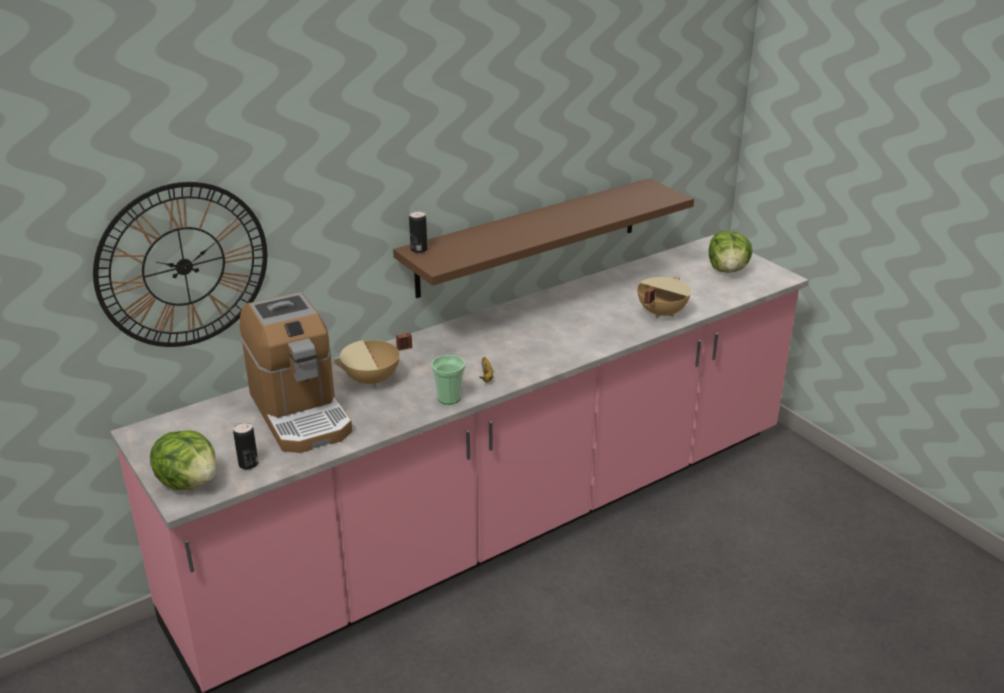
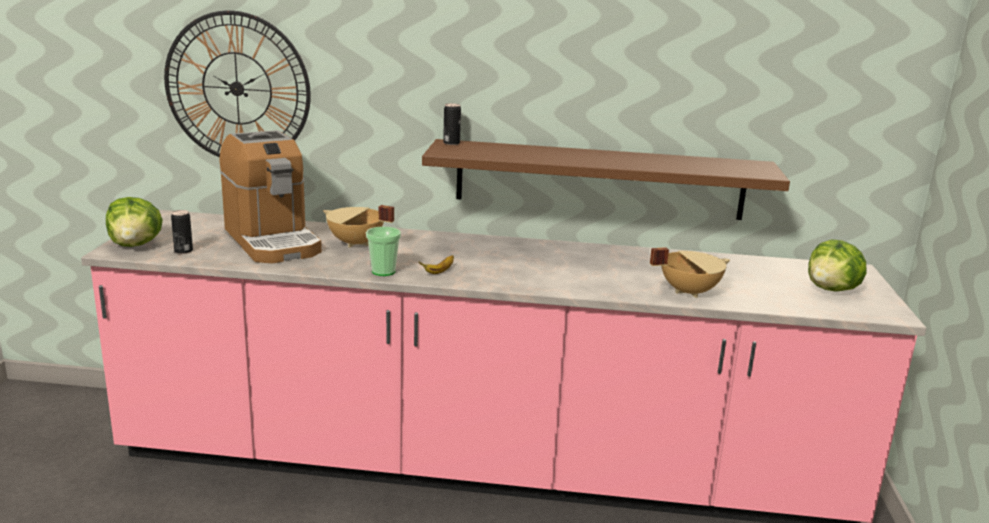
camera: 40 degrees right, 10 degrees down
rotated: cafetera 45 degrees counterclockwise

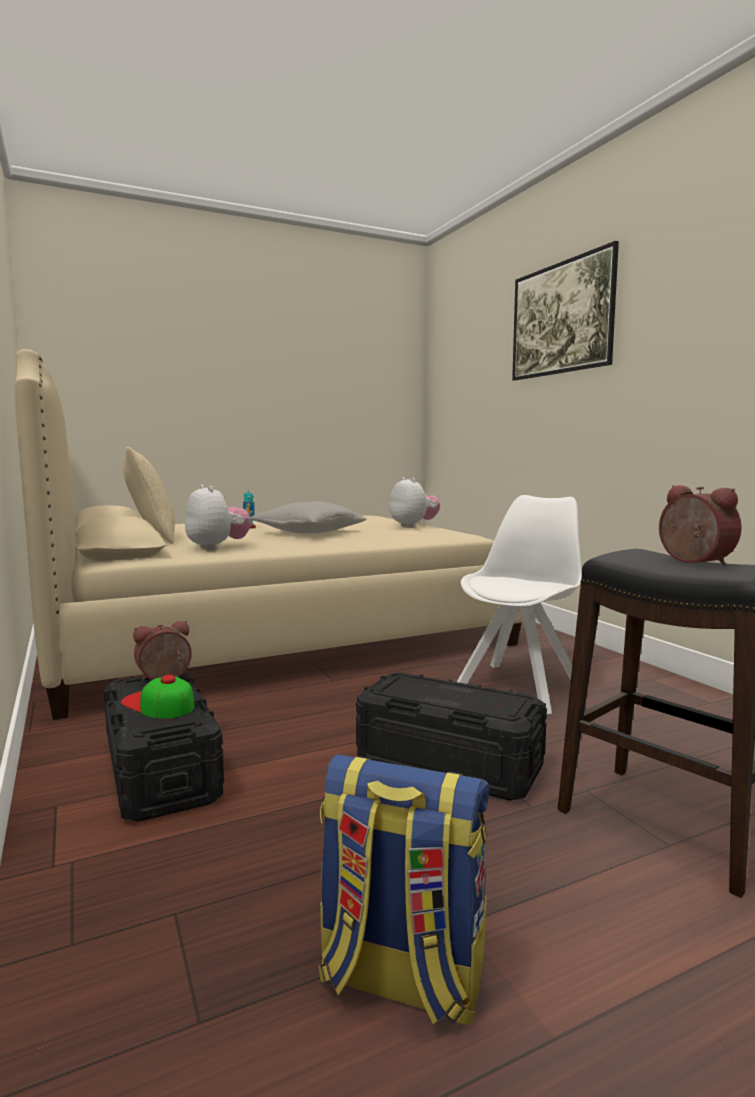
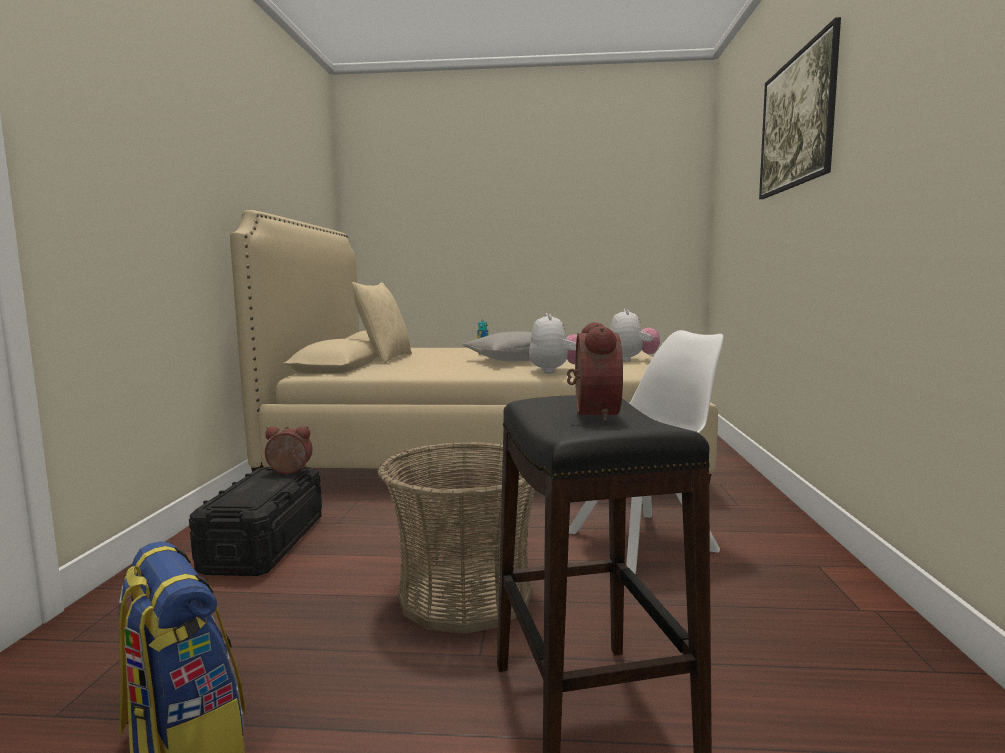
camera: 30 degrees right, 0 degrees up
gone: gorra
shifted: peluche (no. 1 from left)
swapped: caja de almacenaje (negro) (no. 2 from left) to cesta

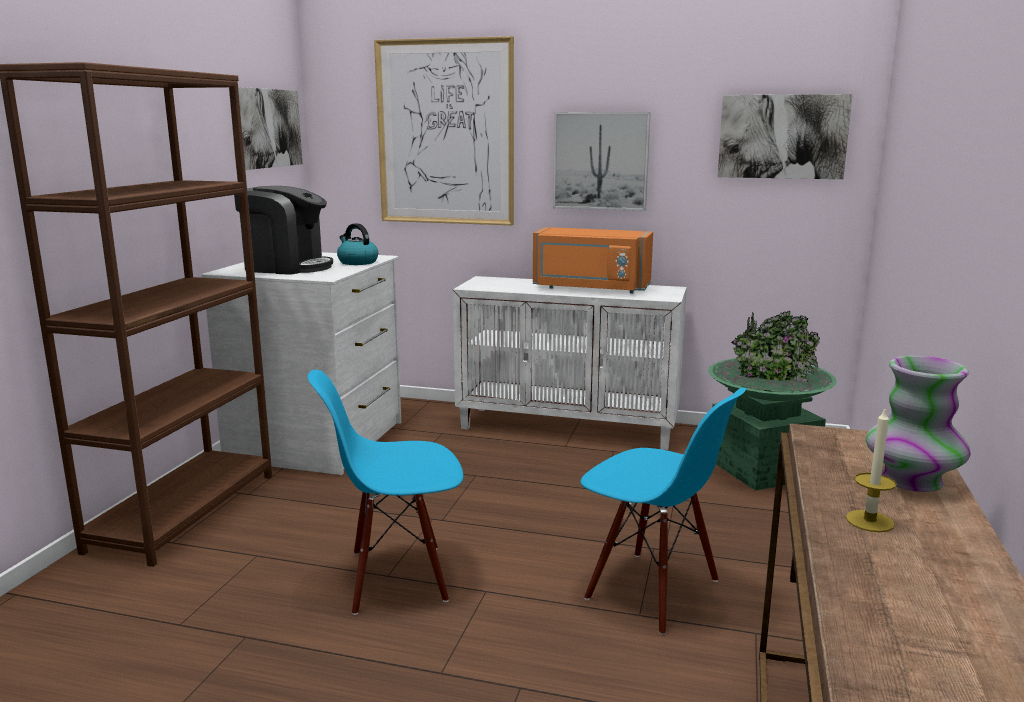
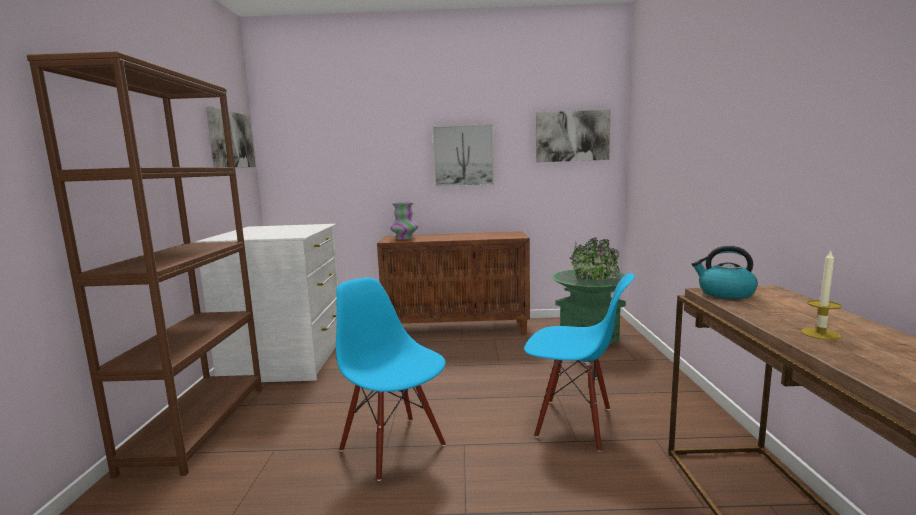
camera: 15 degrees left, 5 degrees down
gone: cuadro (no. 2 from left); cafetera; microondas (naranja)
shifted: hervidor; florero
repainted: armario (blanco) to armario (marrón)
rotated: silla (azul) (no. 1 from left) 75 degrees clockwise

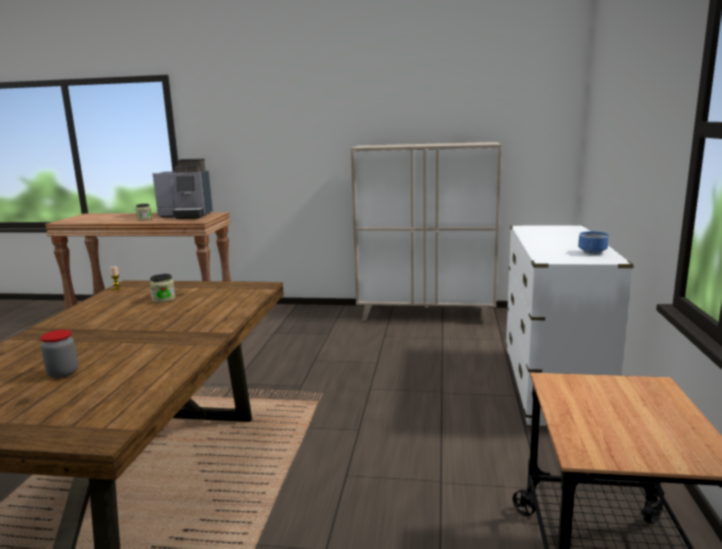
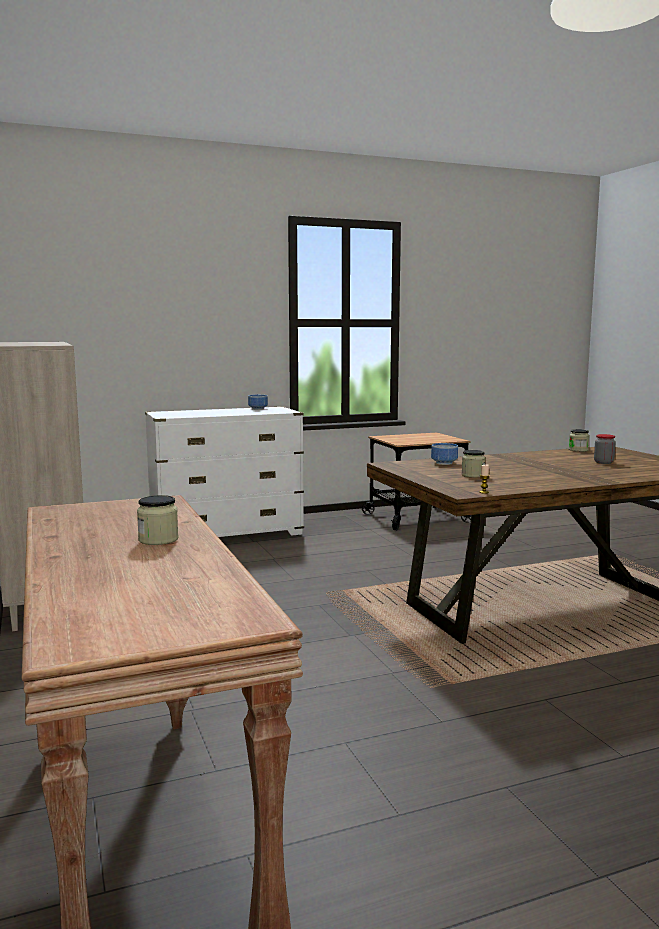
camera: 120 degrees left, 5 degrees down
gone: cafetera
new: tarro (no. 3 from left); cuenco (no. 2 from left)

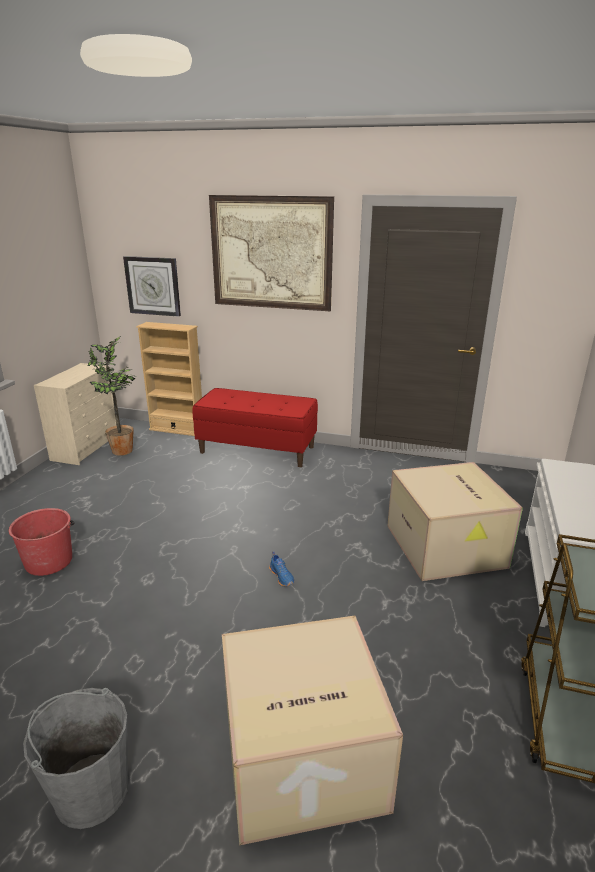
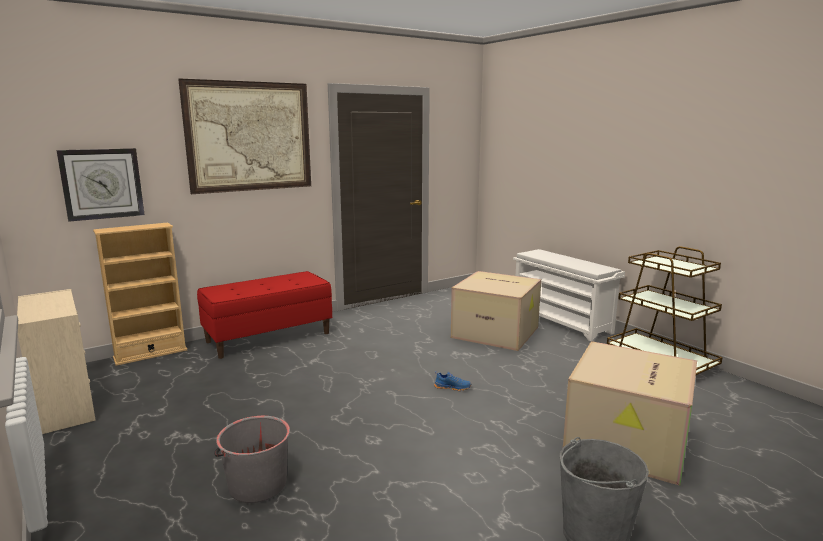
camera: 50 degrees left, 10 degrees down
gone: planta en maceta
repainted: cubo (rojo) to cubo (gris) (no. 1 from left)

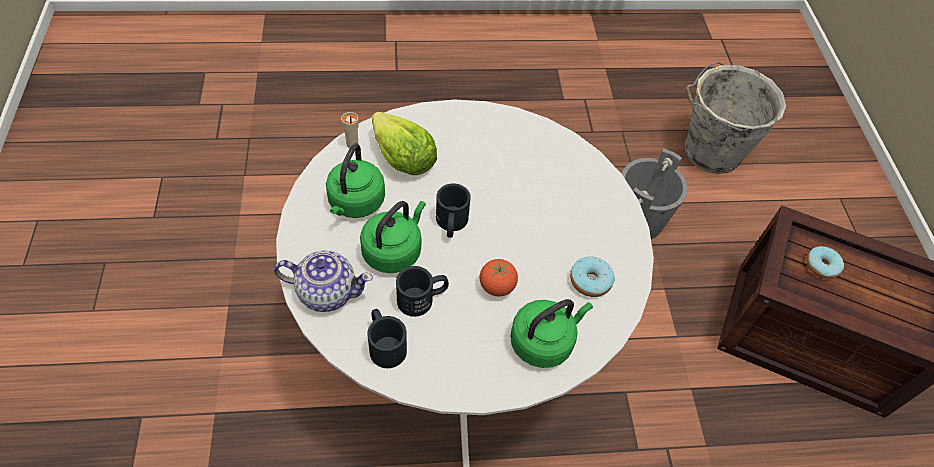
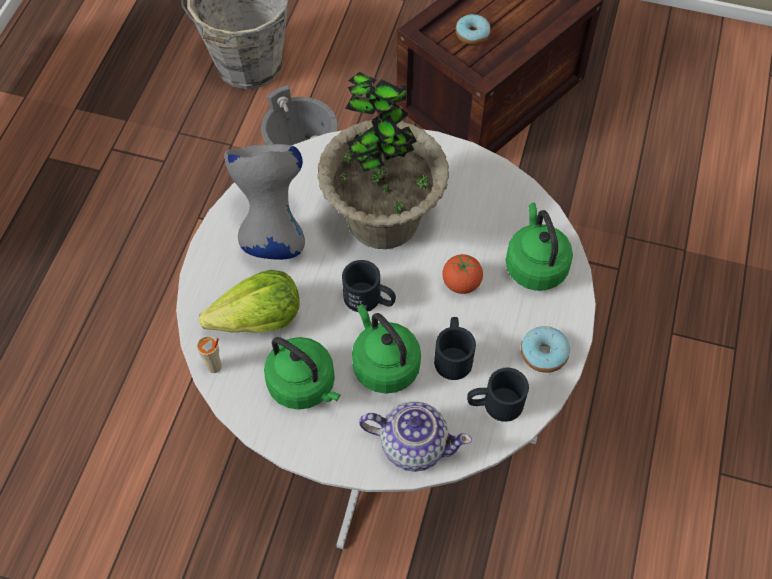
camera: 65 degrees left, 5 degrees up
new: planta en maceta; florero (gris)
shifted: rosquilla (no. 1 from left in the first image) to rosquilla (no. 2 from left)
rotated: tetera 75 degrees clockwise

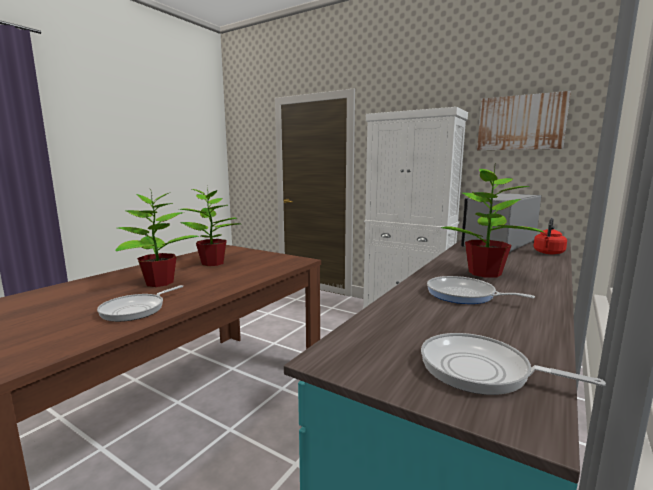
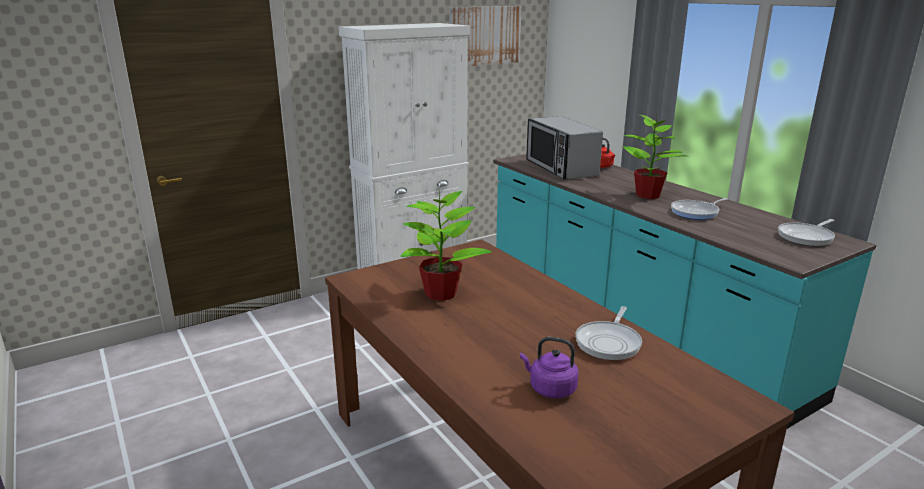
camera: 65 degrees left, 10 degrees up
gone: planta en maceta (no. 1 from left)
new: hervidor (morado)
rotated: sartén (no. 1 from left) 60 degrees clockwise

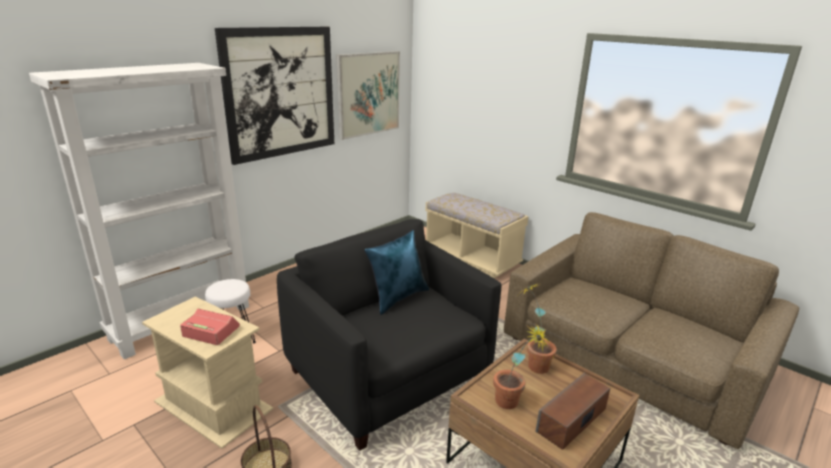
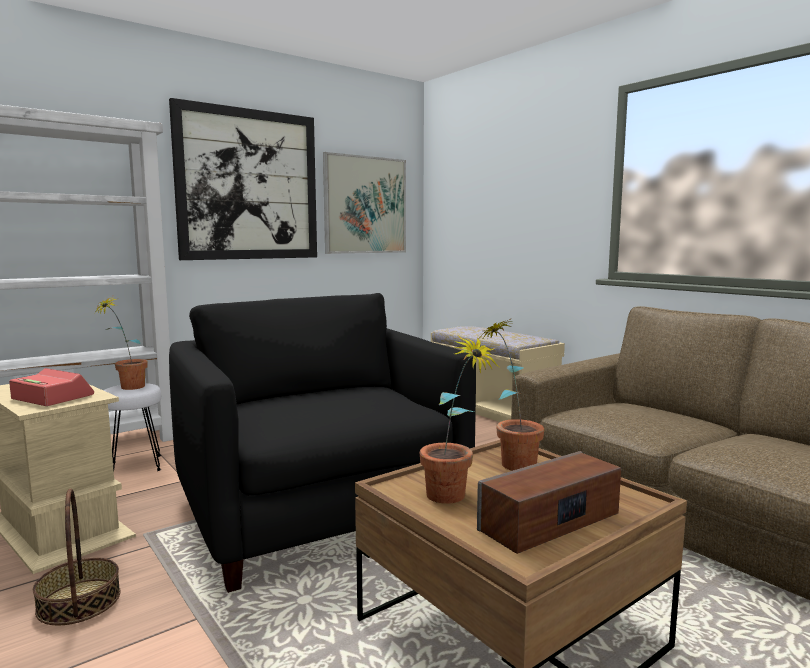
camera: 10 degrees right, 15 degrees down
gone: cojín (azul)
new: planta en maceta (no. 1 from left)

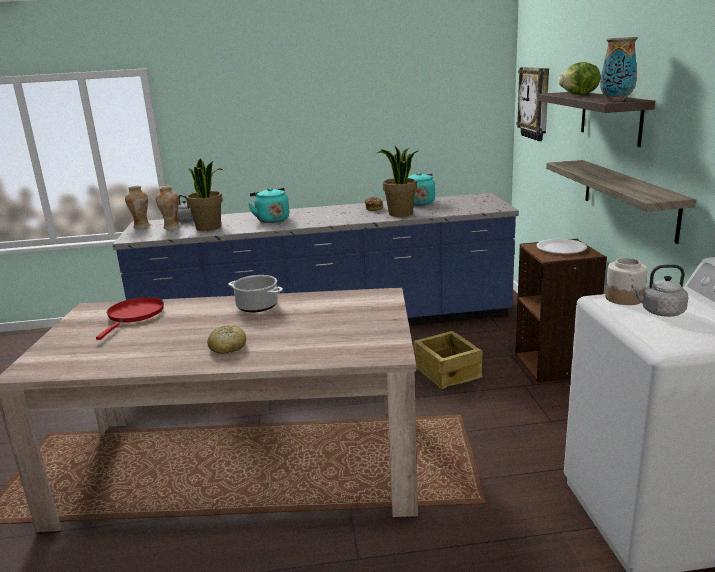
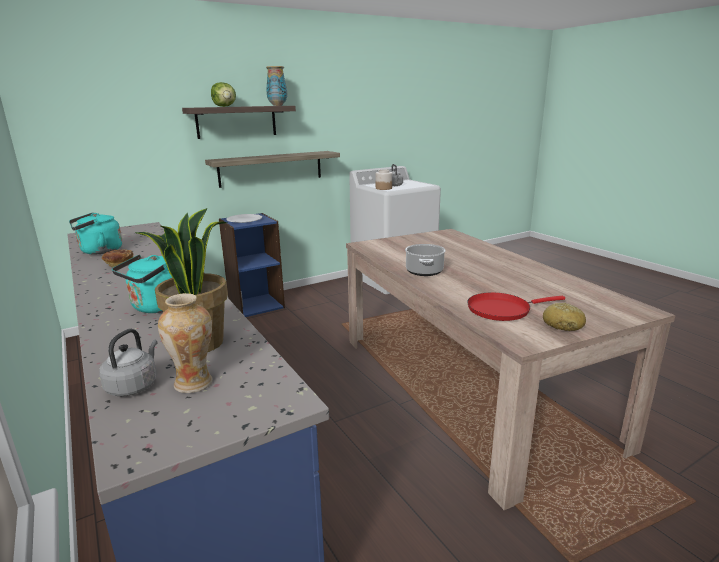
camera: 115 degrees left, 0 degrees up
gone: reloj de pared; planta en maceta (no. 2 from left); florero (no. 1 from left); caja de embalaje
shifted: pan (no. 1 from left in the first image) to pan (no. 2 from left)
repainted: estantería (marrón) to estantería (azul)

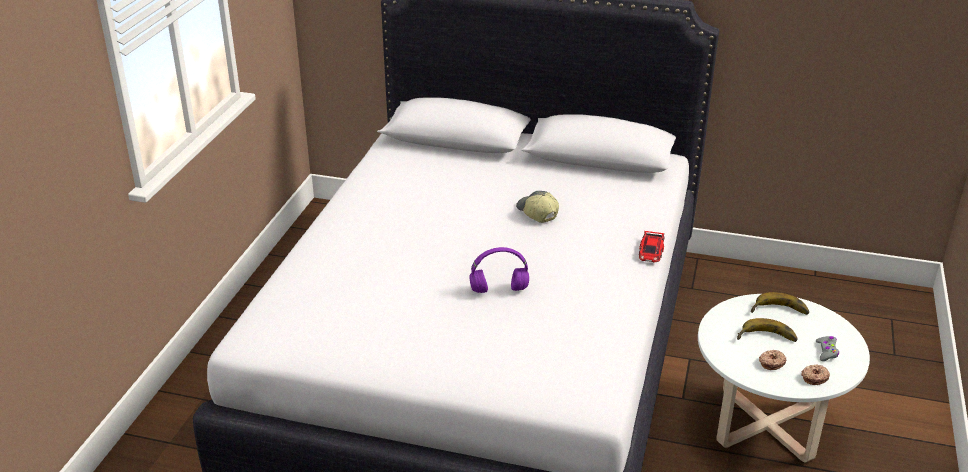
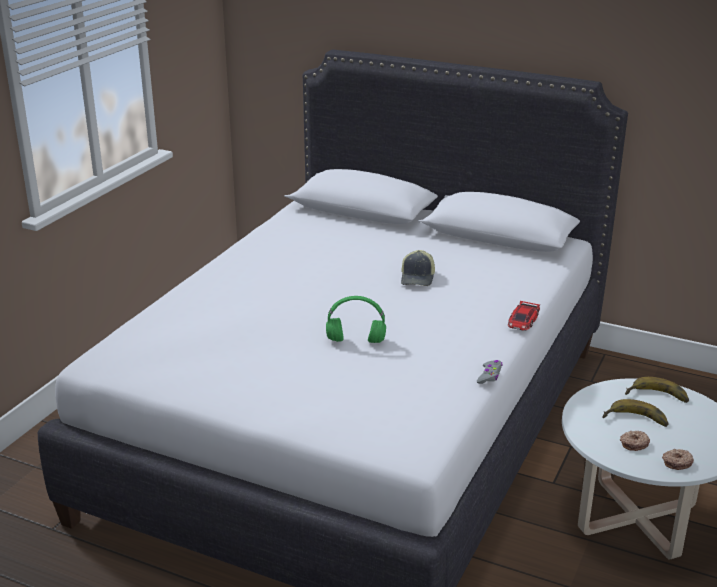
camera: 10 degrees right, 5 degrees down
shifted: mando de consola (gris)
repainted: auriculares (morado) to auriculares (verde)
rotated: gorra 150 degrees counterclockwise

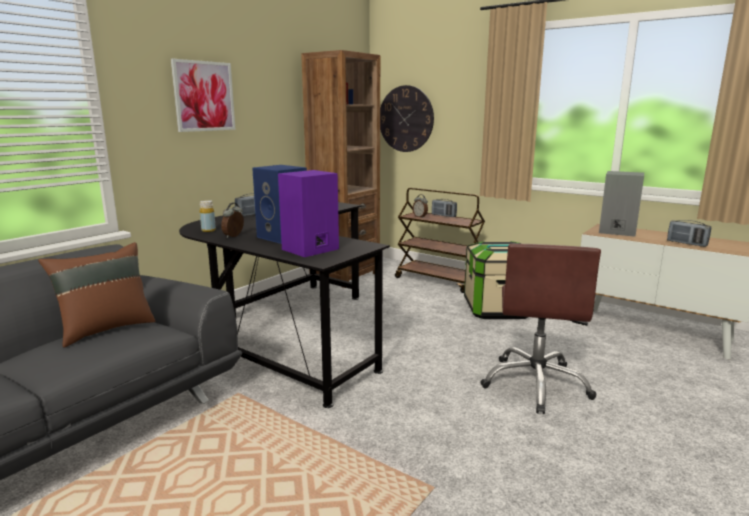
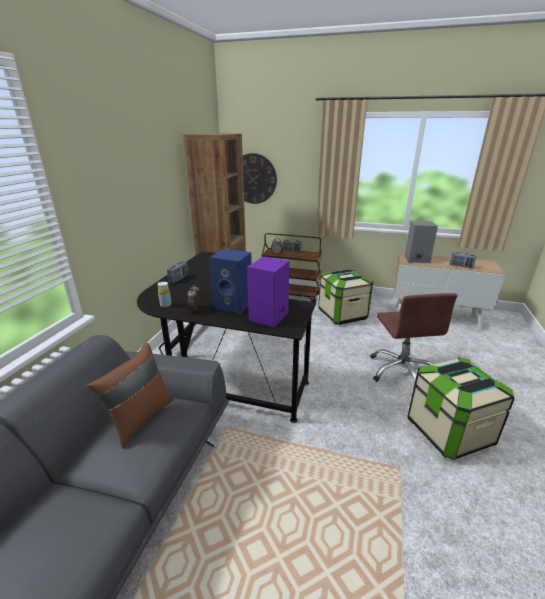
camera: 20 degrees left, 10 degrees up
gone: cuadro
new: caja de almacenaje (no. 2 from left)

